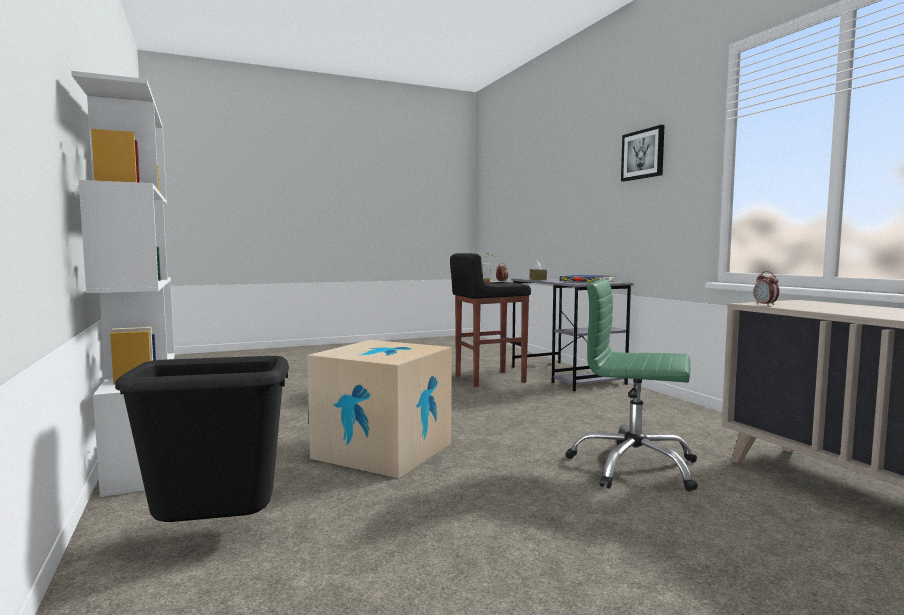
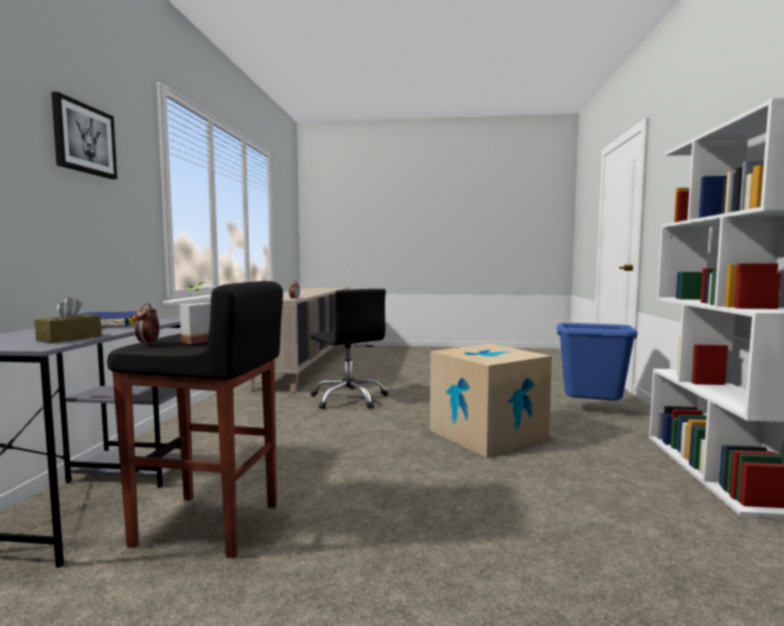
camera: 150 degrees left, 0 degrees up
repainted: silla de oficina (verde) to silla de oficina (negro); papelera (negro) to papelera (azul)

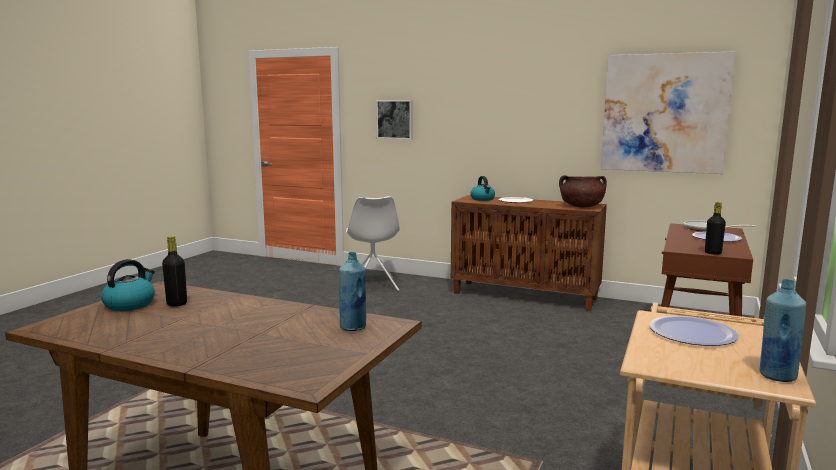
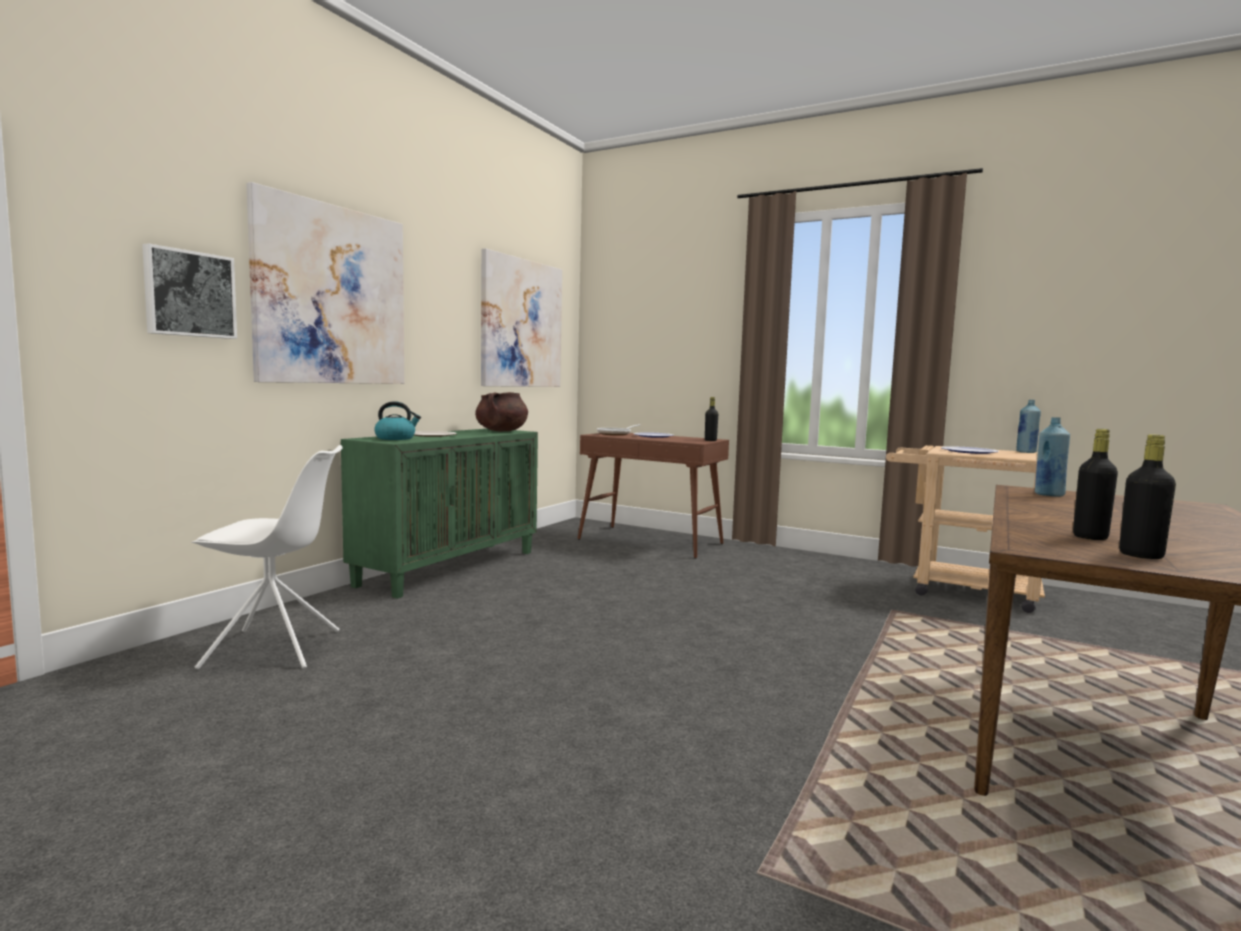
camera: 85 degrees left, 5 degrees down
new: cuadro (no. 2 from left)
swapped: hervidor (no. 1 from left) to botella (negro) (no. 3 from left)
repainted: armario (marrón) to armario (verde)

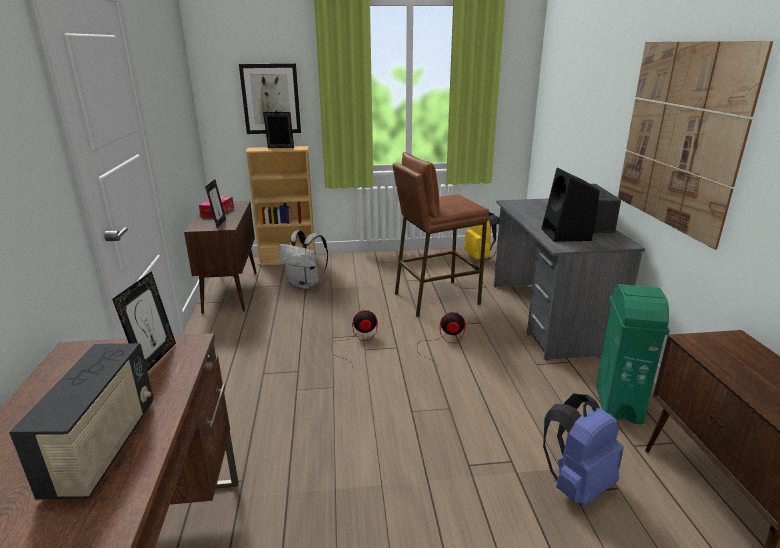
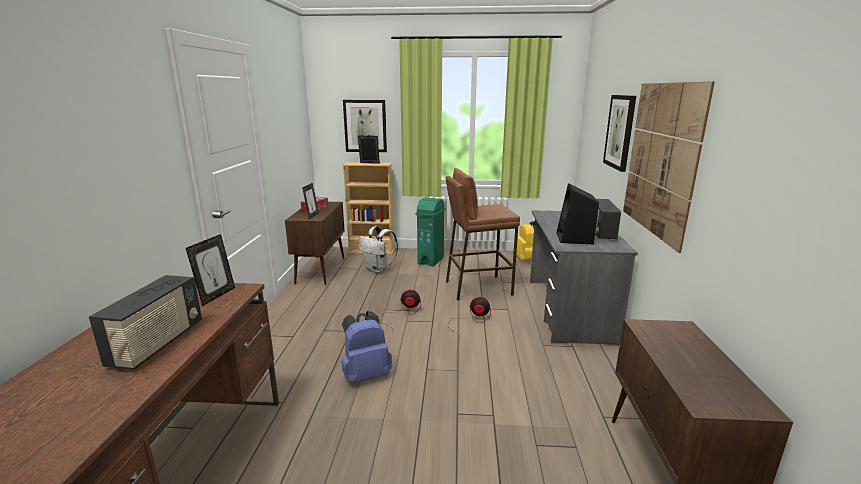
camera: 10 degrees right, 5 degrees down
new: cuadro (no. 2 from left)
shifted: papelera (verde); mochila (azul)

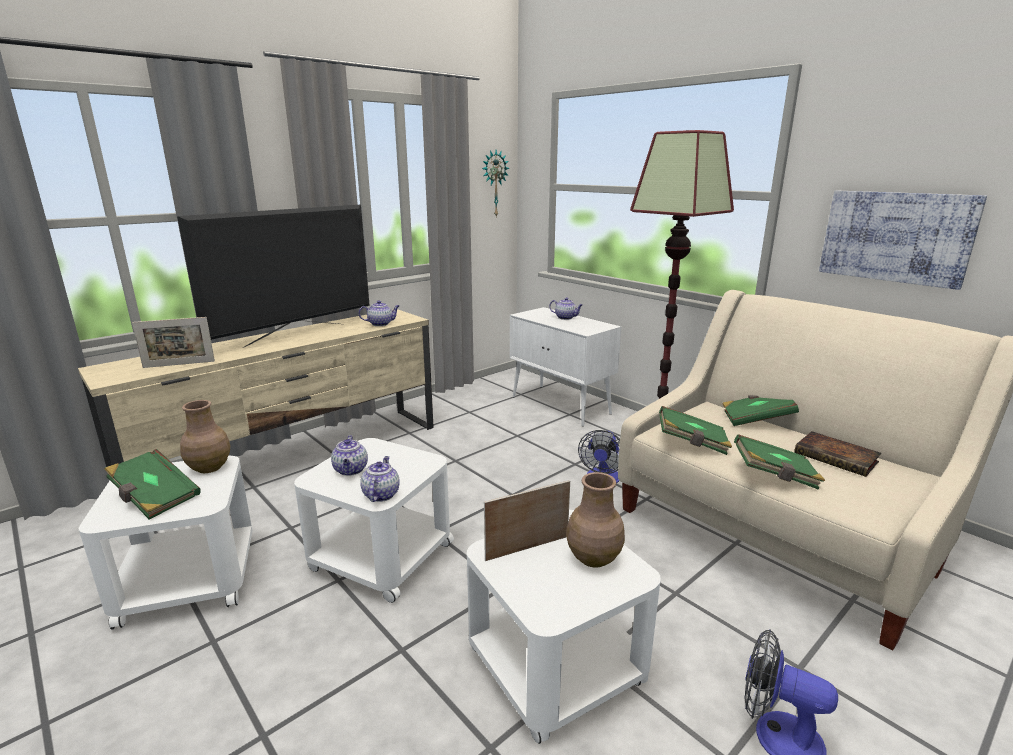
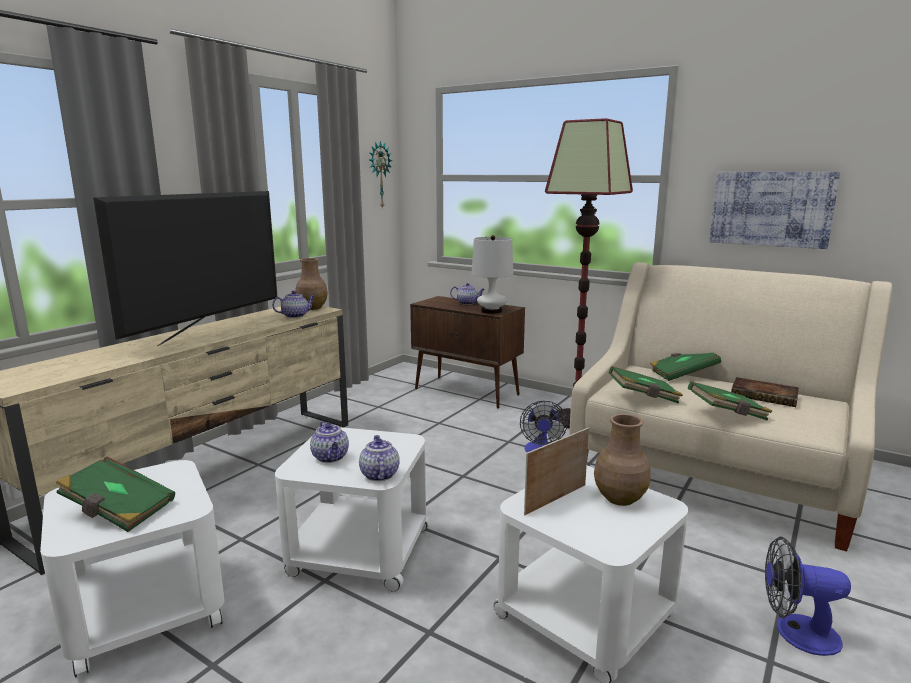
camera: 15 degrees left, 5 degrees down
gone: portarretratos (no. 1 from left)
new: lámpara de mesa (blanco)
shifted: florero (marrón) (no. 1 from left)
repainted: armario (blanco) to armario (marrón)

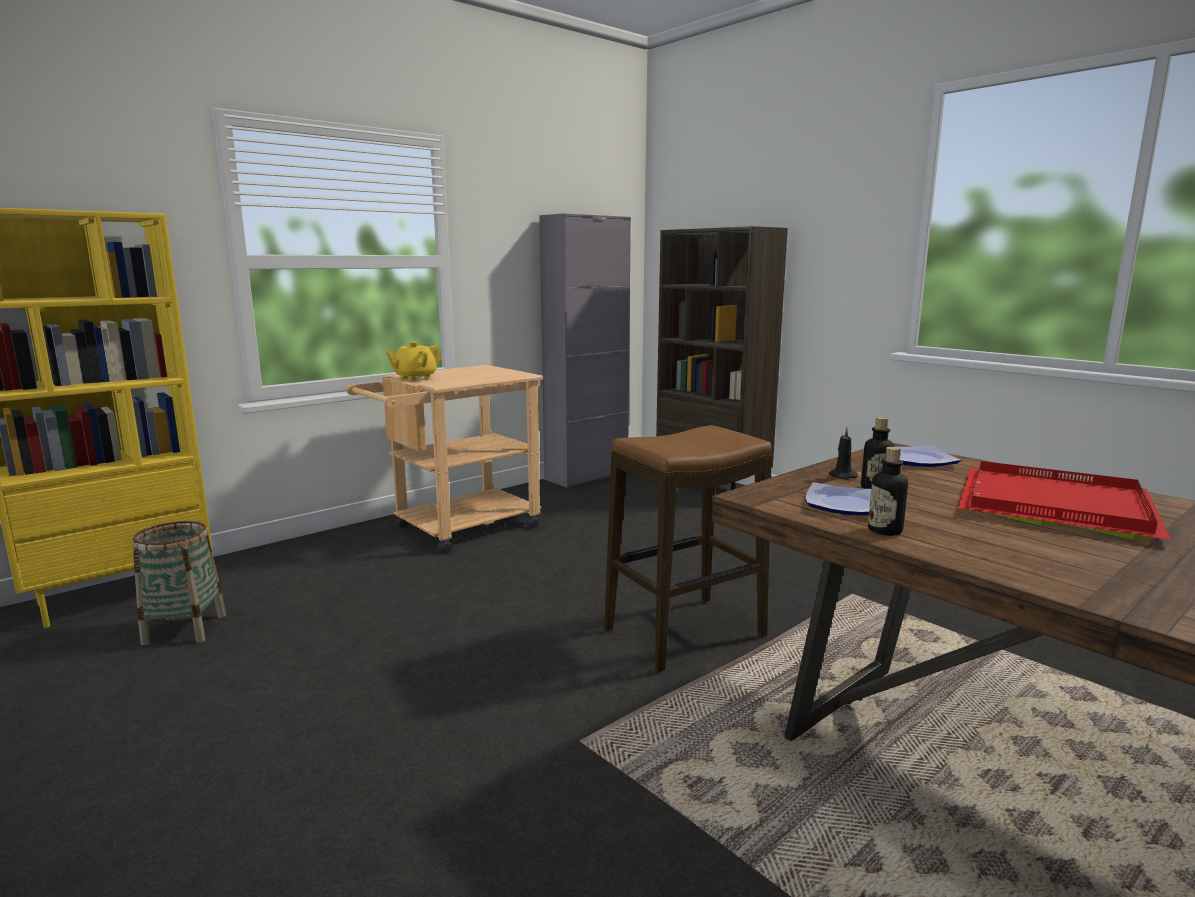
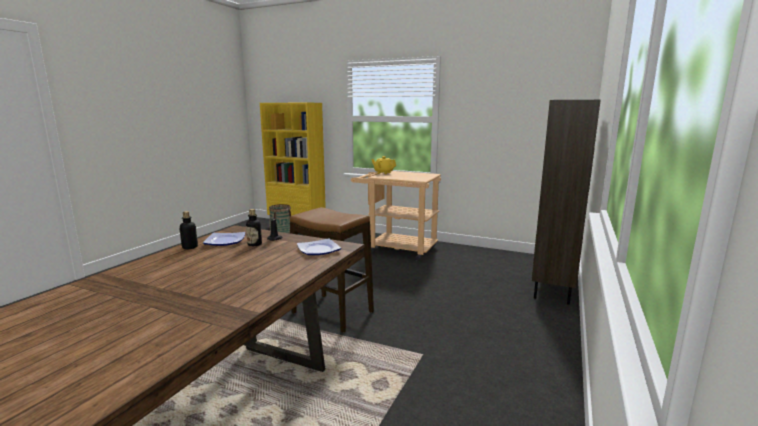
camera: 65 degrees right, 0 degrees up
gone: armario (gris); bandeja (rojo)

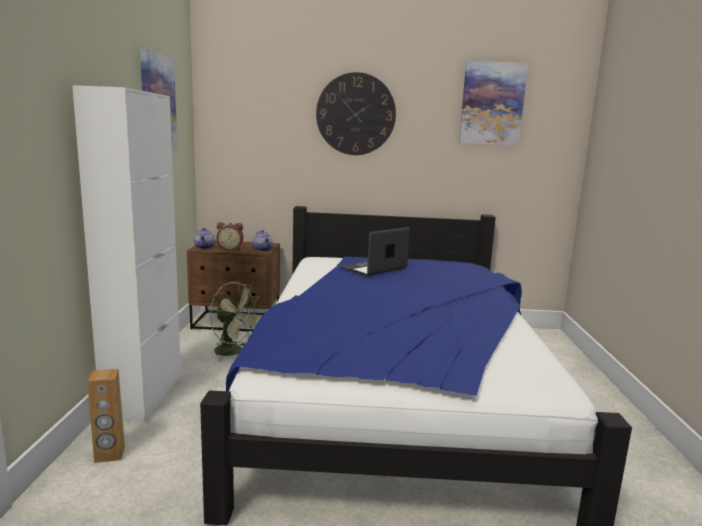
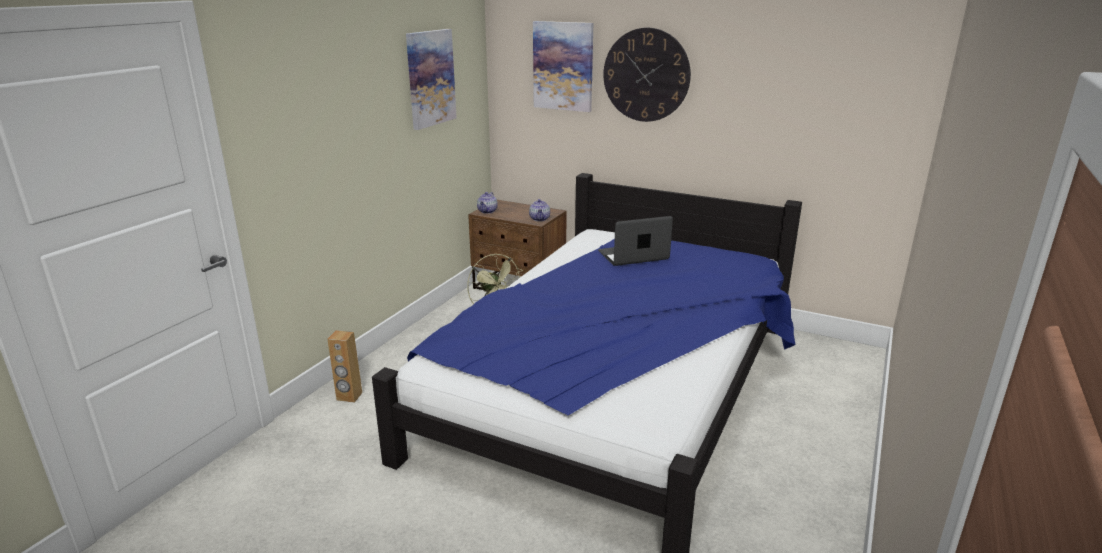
camera: 25 degrees right, 10 degrees up
gone: armario (blanco); despertador
shifted: cuadro (no. 2 from left)

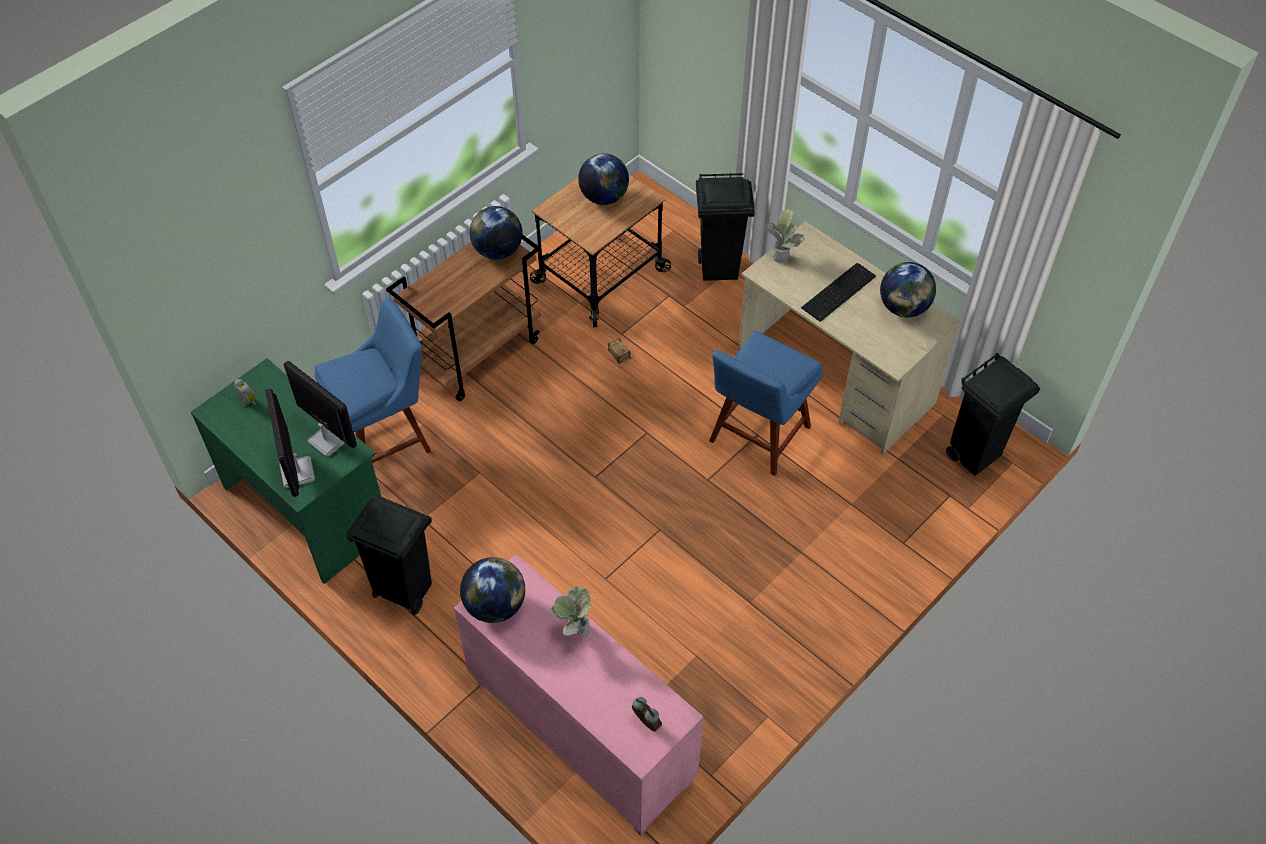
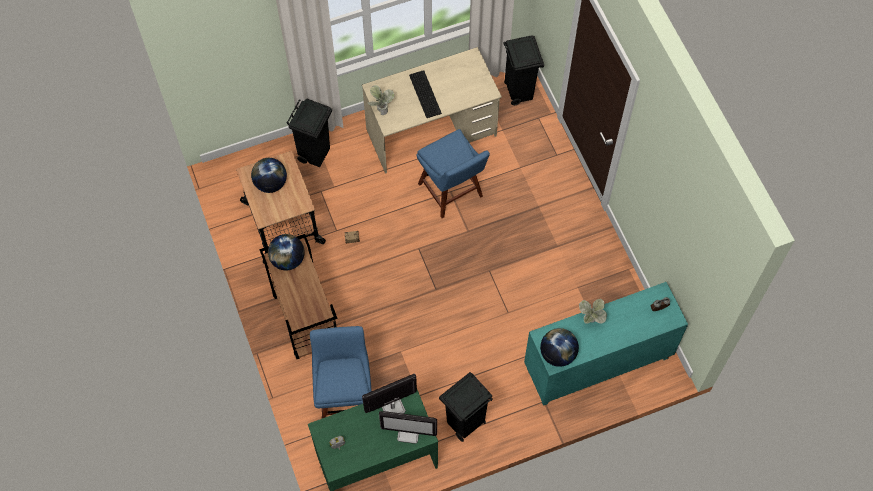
camera: 65 degrees left, 10 degrees up
gone: globo terráqueo (no. 4 from left)
repainted: armario (rosa) to armario (turquesa)

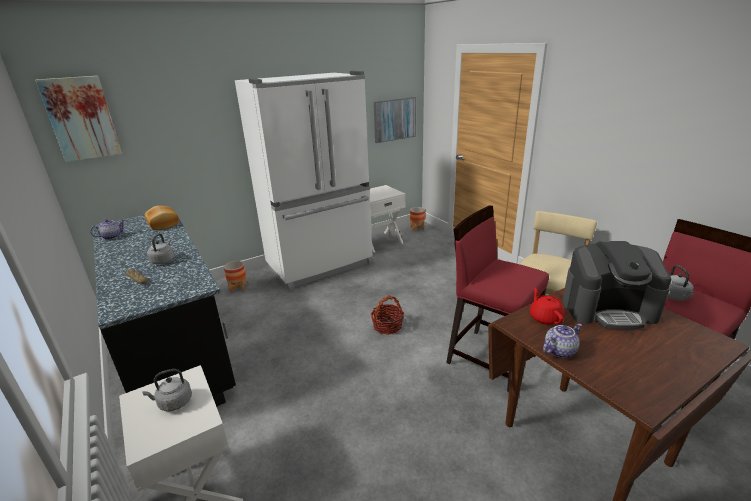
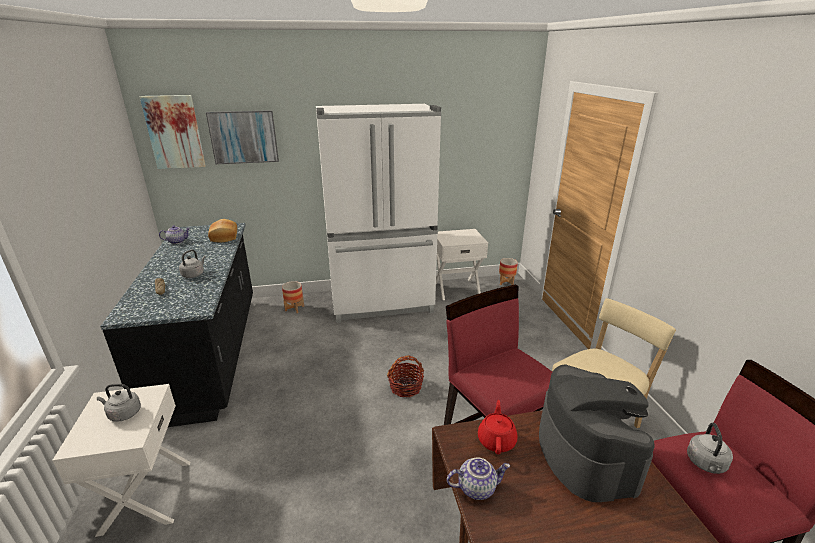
camera: 20 degrees right, 0 degrees up
shifted: cuadro (no. 2 from left)
rotated: cafetera 120 degrees counterclockwise

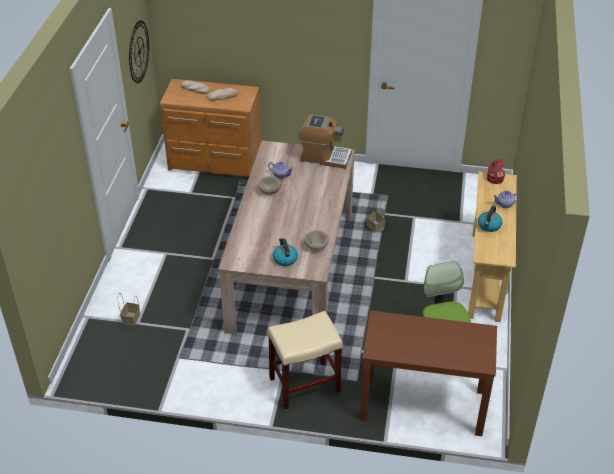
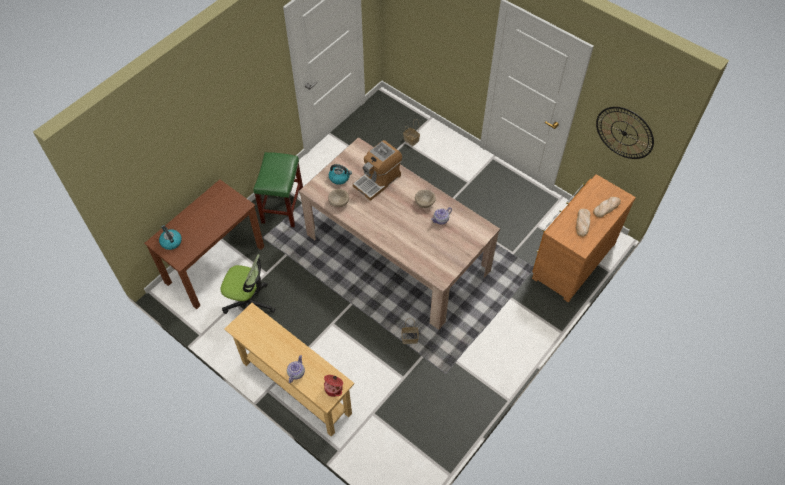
camera: 120 degrees right, 15 degrees up
shifted: cafetera; hervidor (no. 2 from left in the first image) to hervidor (no. 1 from left)
repainted: taburete (beis) to taburete (verde)

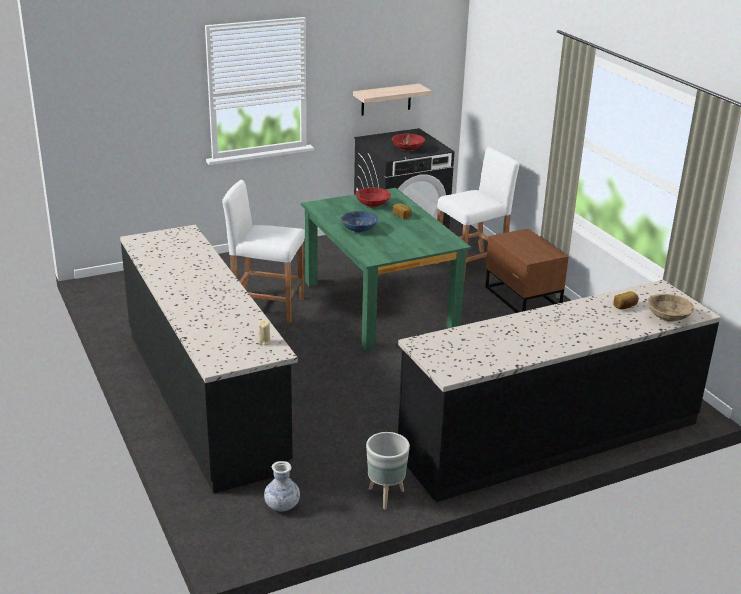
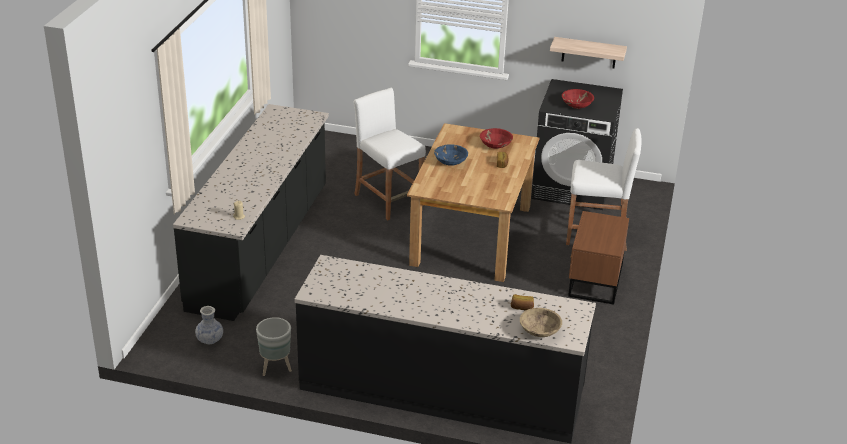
camera: 40 degrees right, 5 degrees up
repainted: mesa de comedor (verde) to mesa de comedor (marrón)

